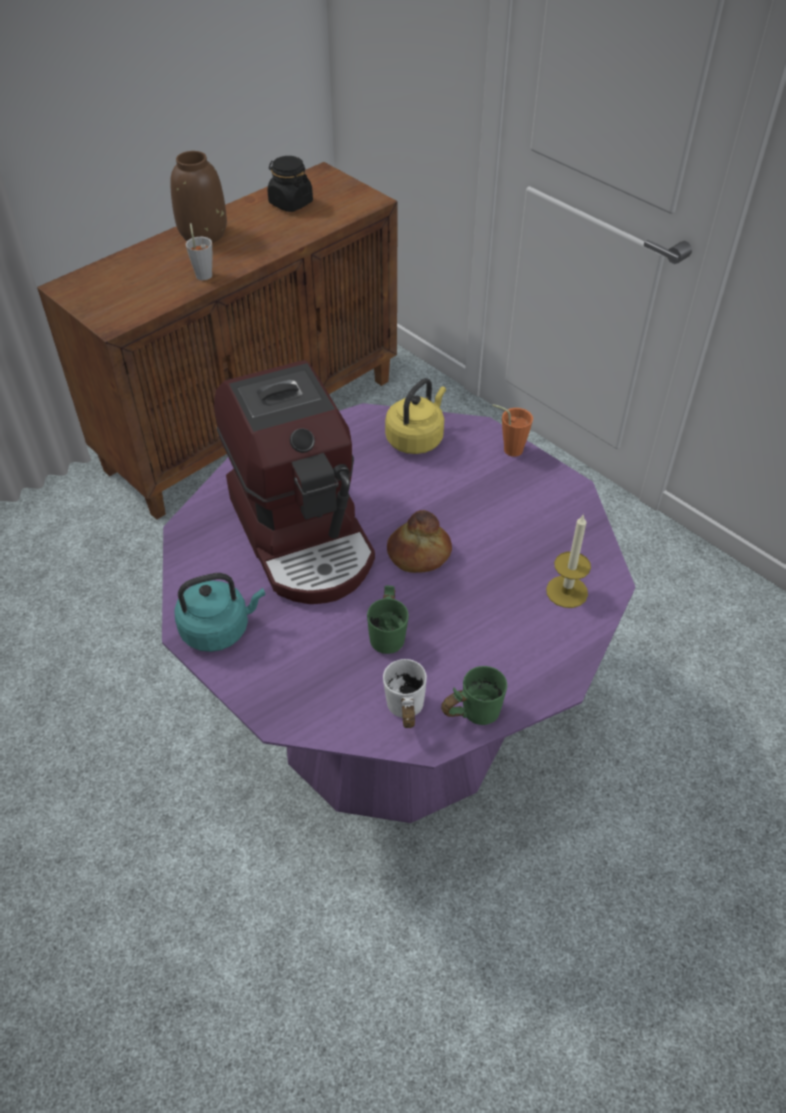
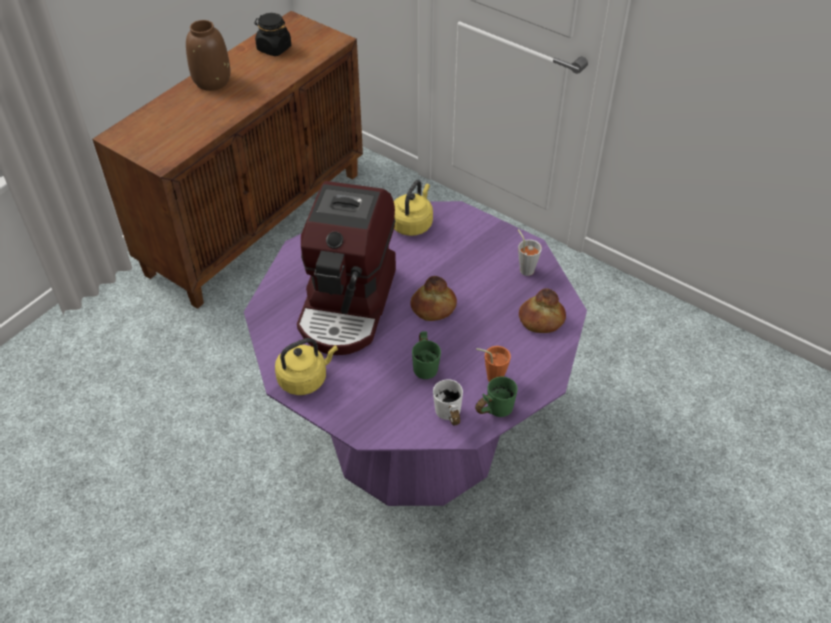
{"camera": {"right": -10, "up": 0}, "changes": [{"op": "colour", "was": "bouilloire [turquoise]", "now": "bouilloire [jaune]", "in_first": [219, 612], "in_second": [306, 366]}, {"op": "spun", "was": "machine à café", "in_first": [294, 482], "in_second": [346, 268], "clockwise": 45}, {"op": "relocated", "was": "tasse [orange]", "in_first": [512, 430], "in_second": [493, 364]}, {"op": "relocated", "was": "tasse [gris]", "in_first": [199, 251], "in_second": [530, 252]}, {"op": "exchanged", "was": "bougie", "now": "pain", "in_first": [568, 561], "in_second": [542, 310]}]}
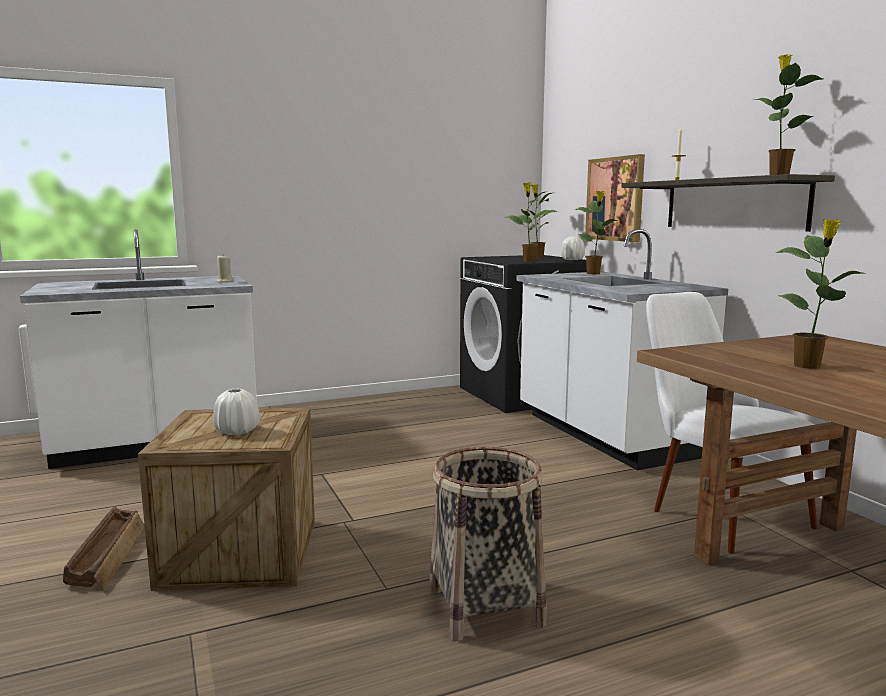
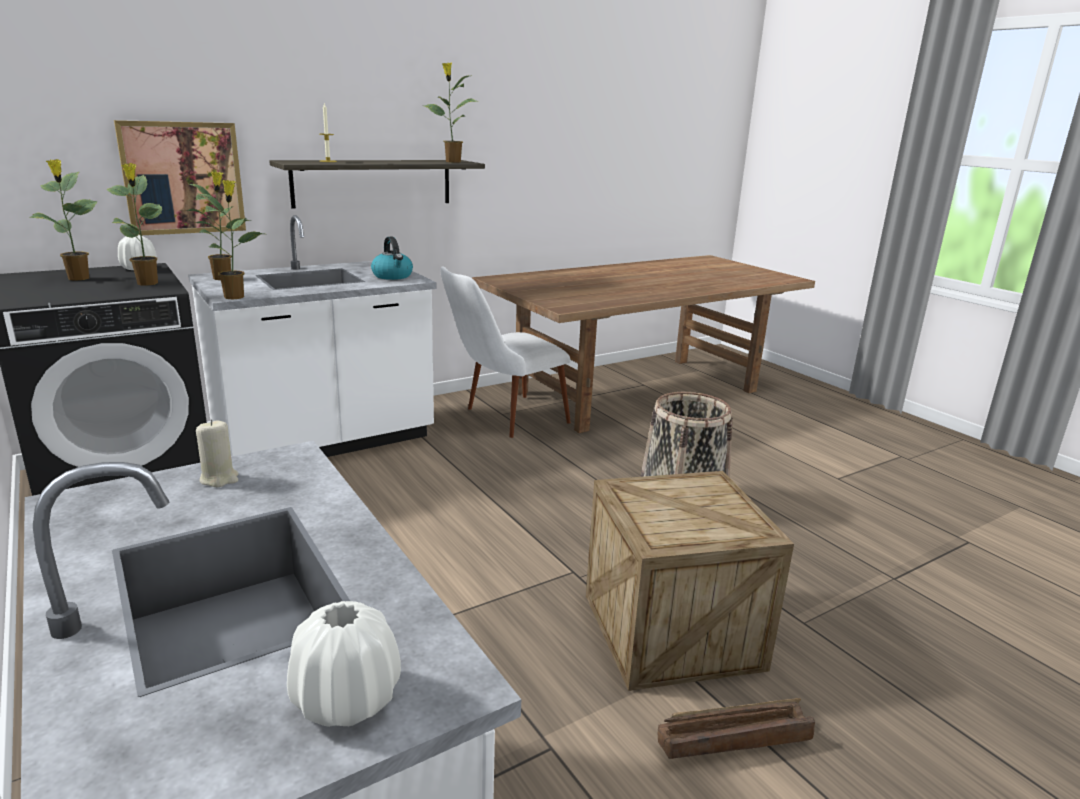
{"camera": {"right": -100, "up": 10}, "changes": [{"op": "relocated", "was": "plante en pot", "in_first": [818, 294], "in_second": [228, 239]}, {"op": "relocated", "was": "vase [blanc]", "in_first": [236, 412], "in_second": [344, 664]}, {"op": "appeared", "now": "bouilloire", "in_second": [392, 258]}]}
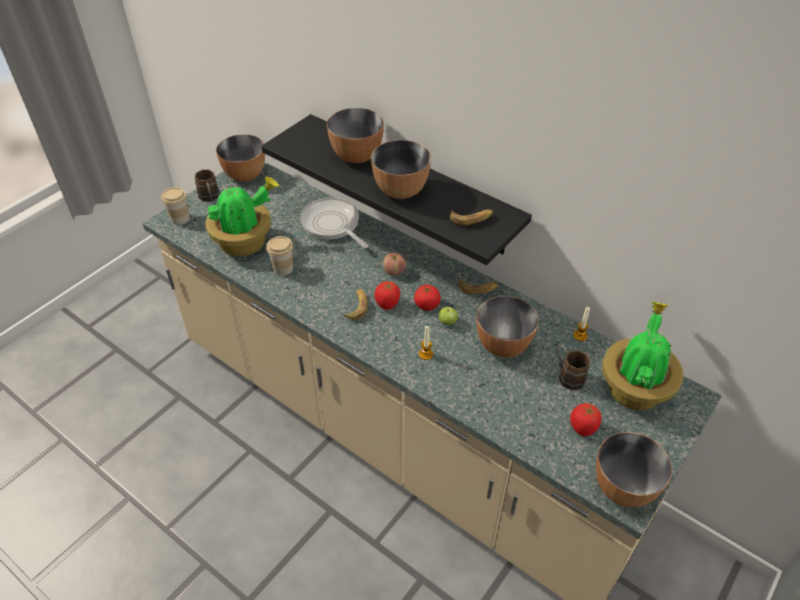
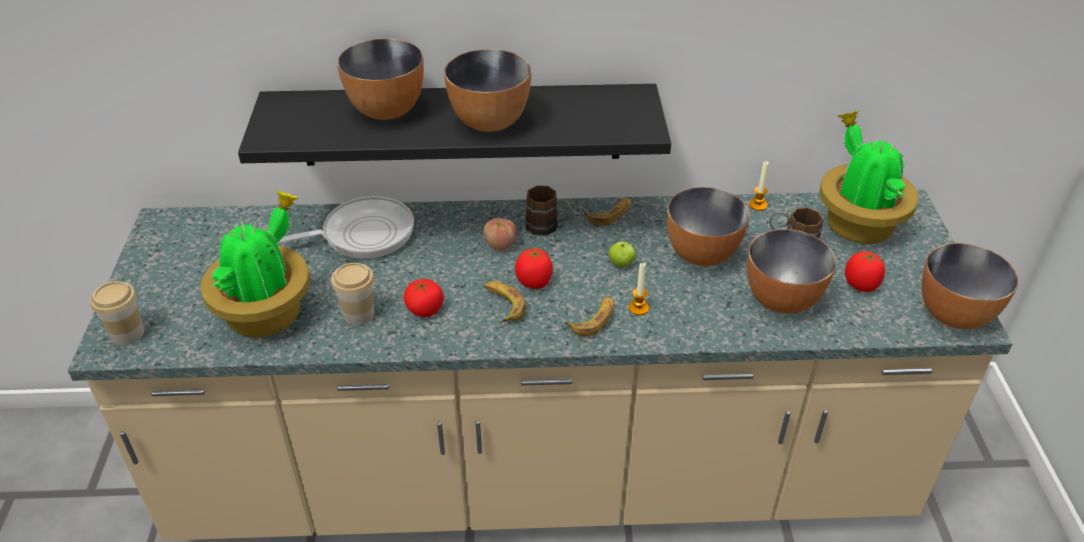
{"camera": {"right": -40, "up": -5}, "changes": [{"op": "spun", "was": "poêle", "in_first": [334, 223], "in_second": [345, 227], "clockwise": 150}, {"op": "relocated", "was": "tomate", "in_first": [427, 298], "in_second": [424, 298]}, {"op": "relocated", "was": "mug [marron]", "in_first": [207, 186], "in_second": [549, 210]}, {"op": "relocated", "was": "banane", "in_first": [471, 217], "in_second": [589, 316]}, {"op": "relocated", "was": "bol", "in_first": [240, 157], "in_second": [791, 271]}]}
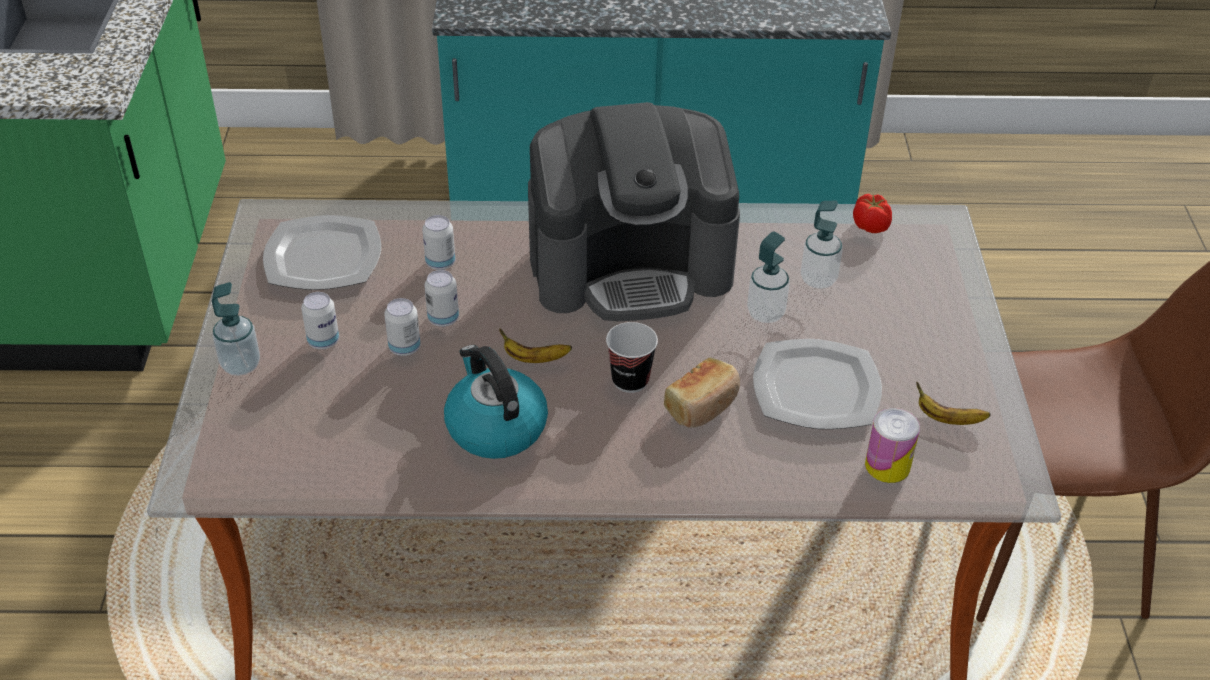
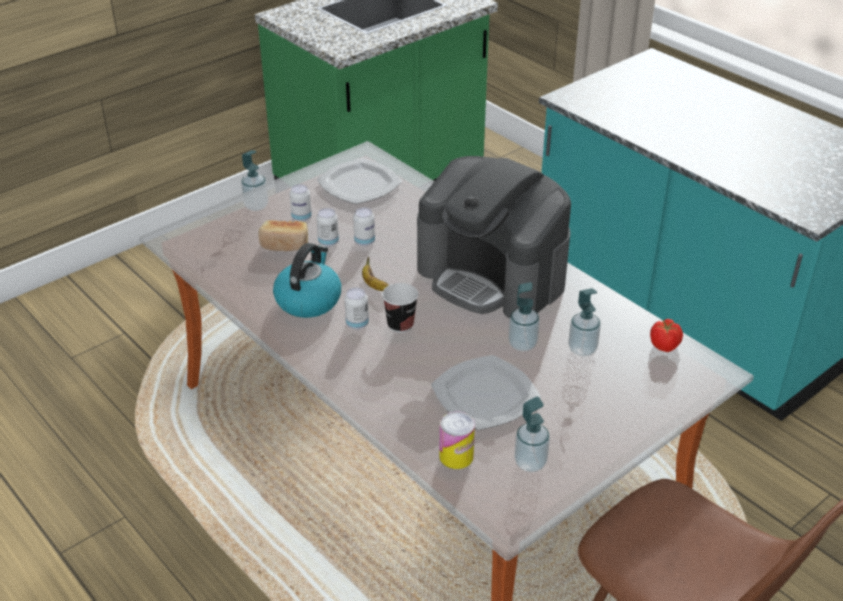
{"camera": {"right": 50, "up": -5}, "changes": [{"op": "relocated", "was": "pain", "in_first": [702, 393], "in_second": [283, 235]}, {"op": "relocated", "was": "boîte métallique", "in_first": [438, 242], "in_second": [356, 309]}, {"op": "exchanged", "was": "banane", "now": "distributeur de savon", "in_first": [953, 403], "in_second": [532, 434]}]}
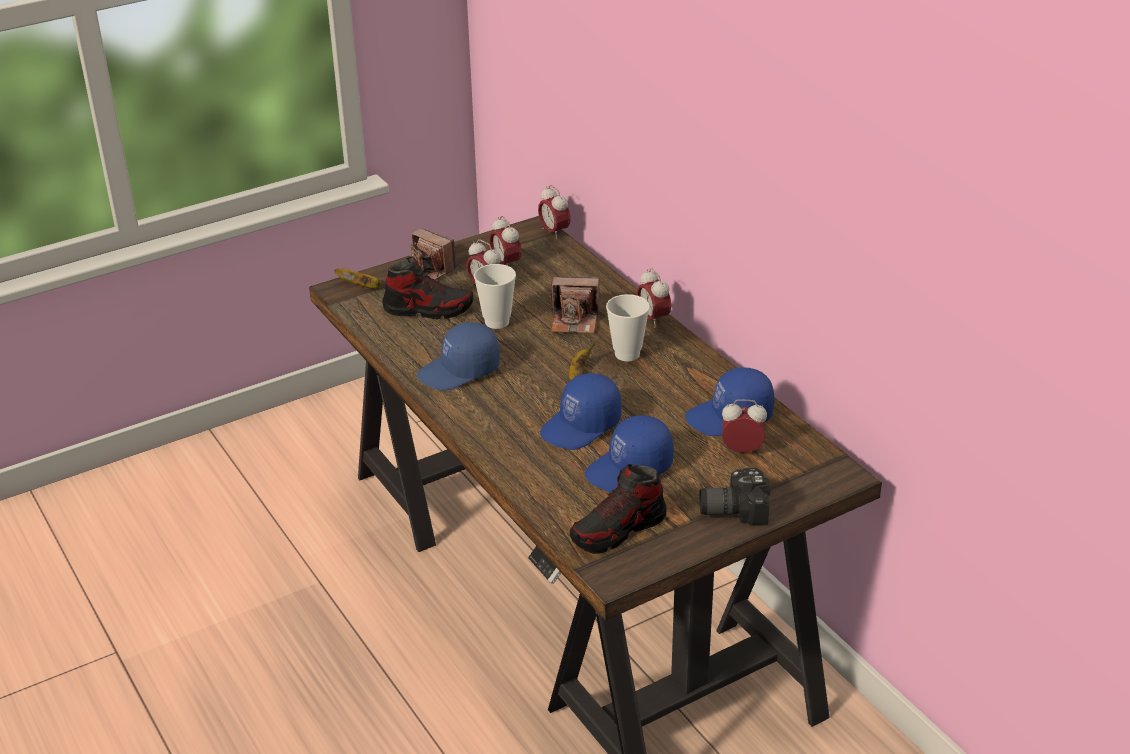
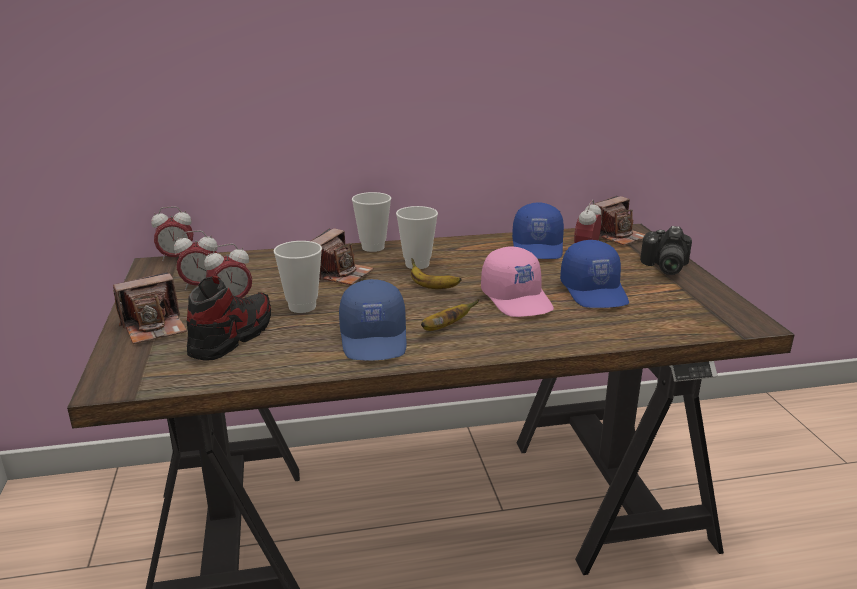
{"camera": {"right": -70, "up": -10}, "changes": [{"op": "exchanged", "was": "réveil", "now": "tasse", "in_first": [654, 298], "in_second": [371, 222]}, {"op": "relocated", "was": "banane", "in_first": [357, 278], "in_second": [450, 315]}, {"op": "colour", "was": "casquette [bleu]", "now": "casquette [rose]", "in_first": [580, 411], "in_second": [517, 281]}, {"op": "appeared", "now": "appareil photo", "in_second": [620, 220]}, {"op": "missing", "was": "chaussure", "in_first": [618, 509]}]}
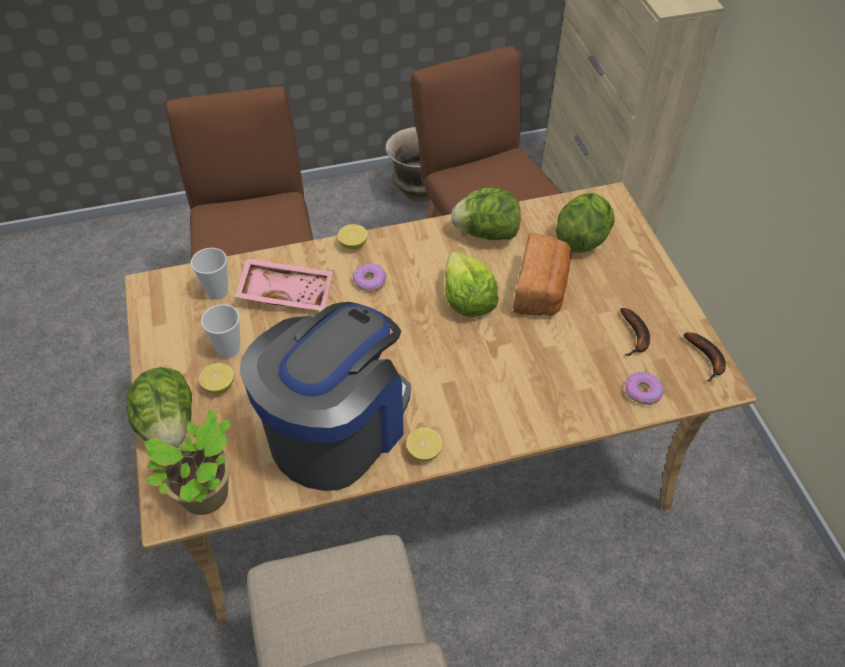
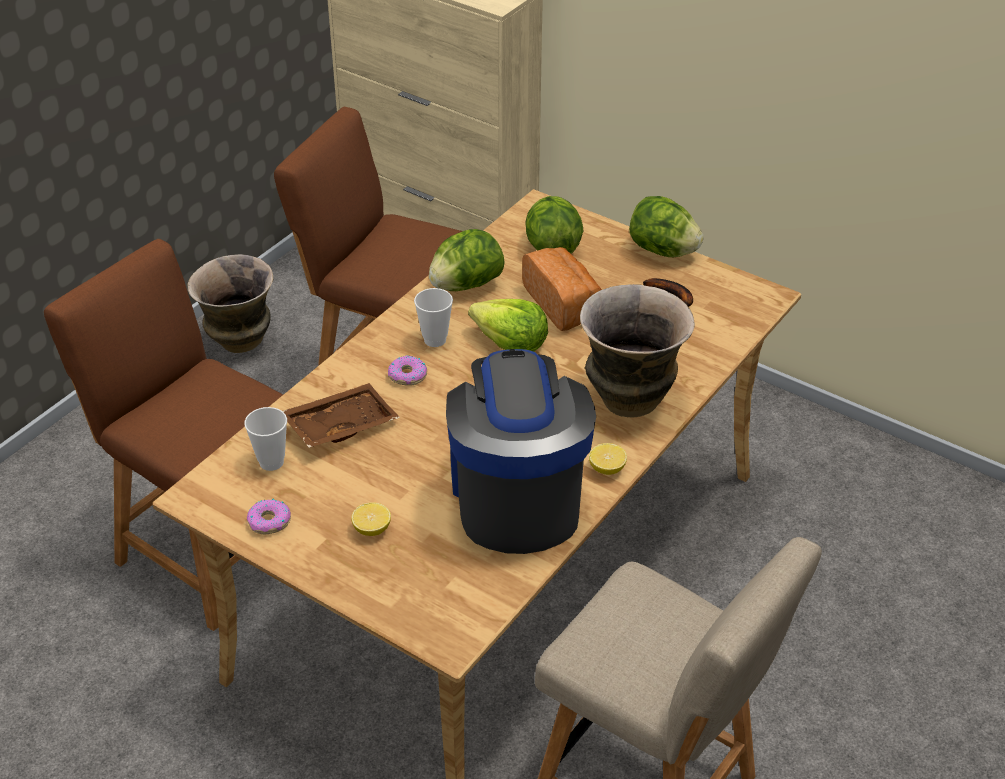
{"camera": {"right": -40, "up": -10}, "changes": [{"op": "relocated", "was": "beignet", "in_first": [644, 388], "in_second": [269, 516]}, {"op": "colour", "was": "plateau [rose]", "now": "plateau [marron]", "in_first": [284, 284], "in_second": [341, 415]}, {"op": "relocated", "was": "tasse", "in_first": [220, 331], "in_second": [433, 317]}, {"op": "appeared", "now": "vase", "in_second": [637, 351]}, {"op": "relocated", "was": "laitue", "in_first": [159, 407], "in_second": [666, 226]}, {"op": "missing", "was": "plante en pot", "in_first": [188, 462]}, {"op": "missing", "was": "citron", "in_first": [353, 236]}, {"op": "missing", "was": "banane", "in_first": [704, 357]}]}
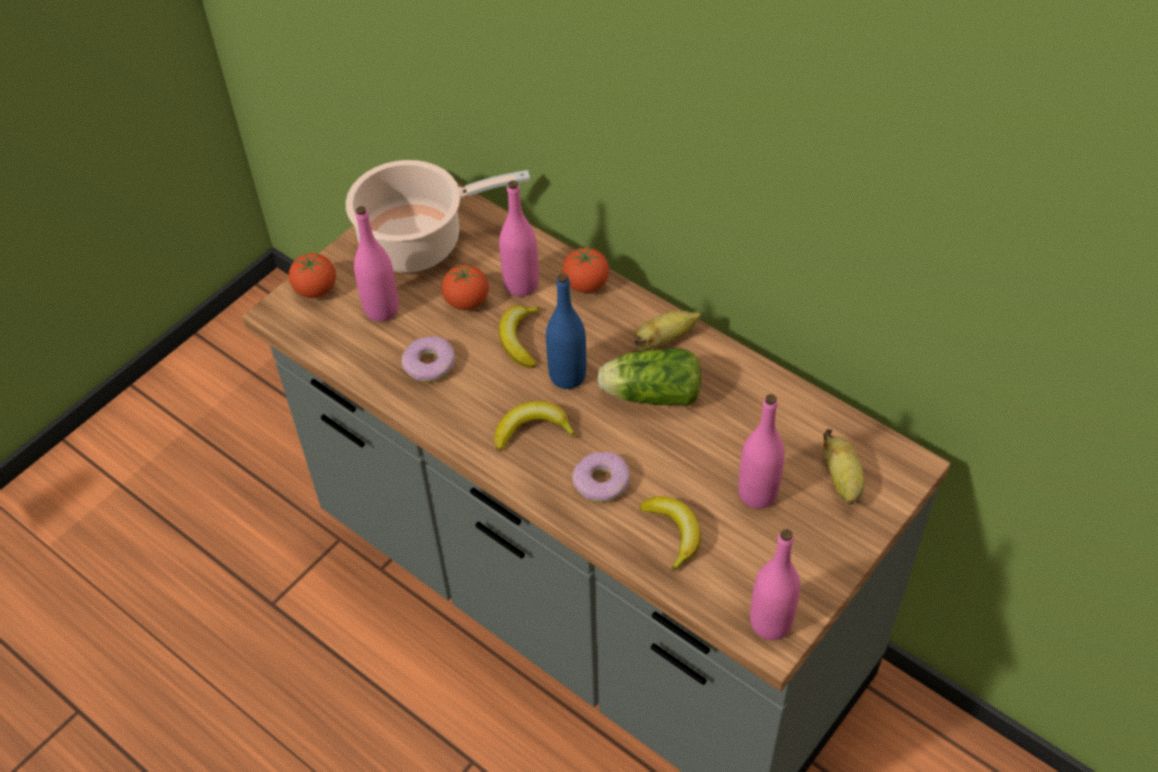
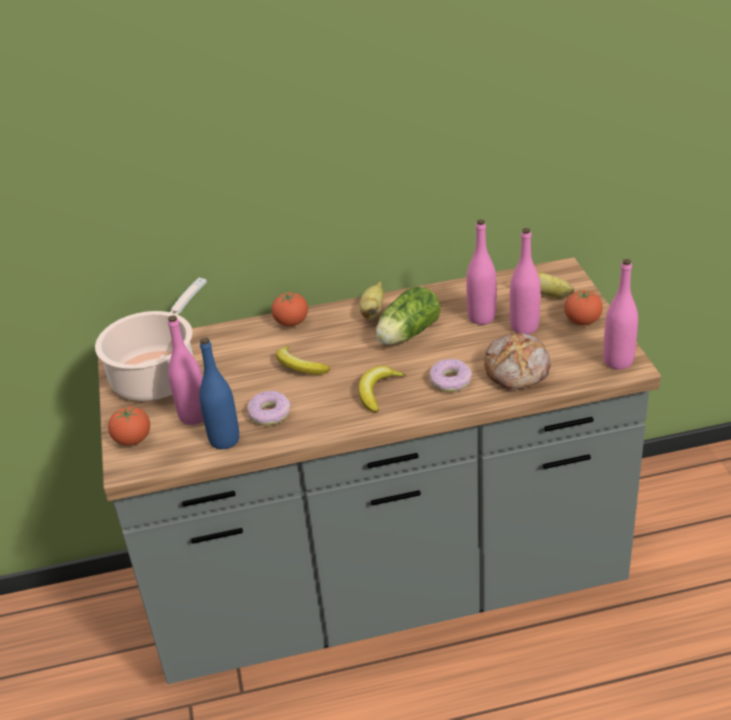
{"camera": {"right": -50, "up": -15}, "changes": [{"op": "relocated", "was": "bouteille [bleu]", "in_first": [566, 331], "in_second": [219, 393]}, {"op": "relocated", "was": "bouteille [rose]", "in_first": [519, 238], "in_second": [481, 272]}, {"op": "exchanged", "was": "banane", "now": "pain", "in_first": [670, 534], "in_second": [517, 360]}, {"op": "relocated", "was": "tomate", "in_first": [465, 287], "in_second": [583, 307]}]}
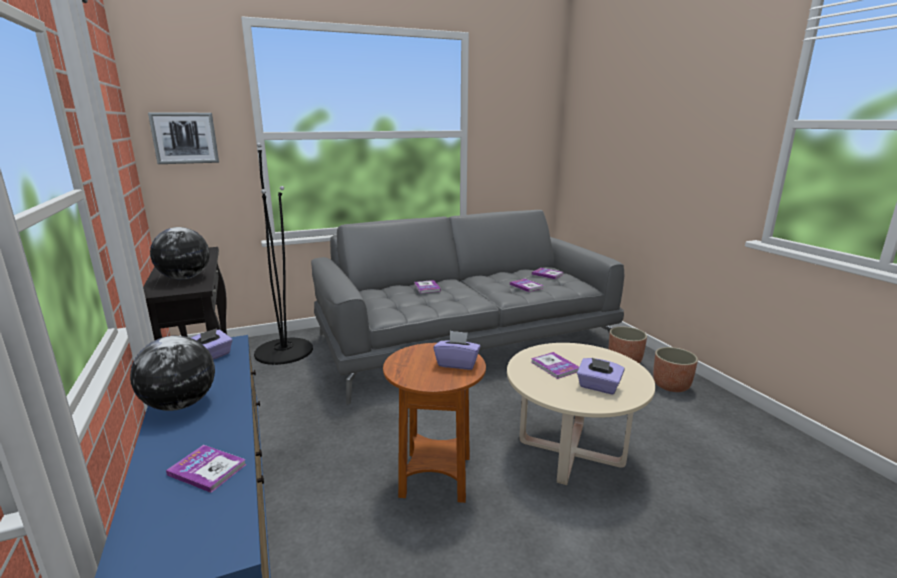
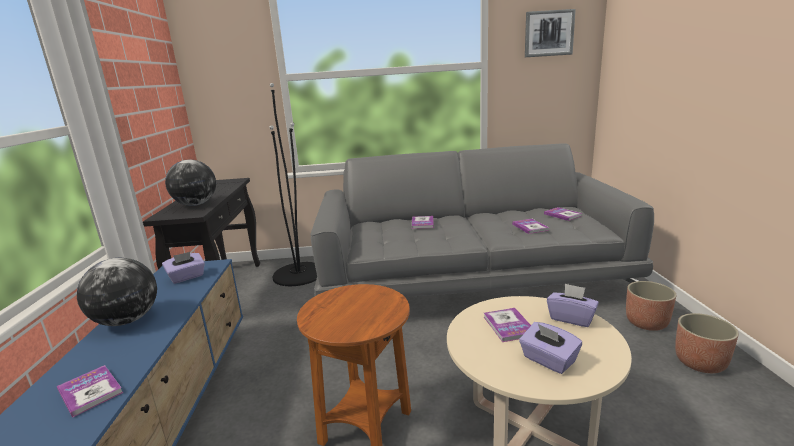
{"camera": {"right": 20, "up": 0}, "changes": [{"op": "relocated", "was": "tableau", "in_first": [183, 138], "in_second": [550, 33]}, {"op": "relocated", "was": "boîte à mouchoirs [violet]", "in_first": [457, 350], "in_second": [573, 305]}]}
